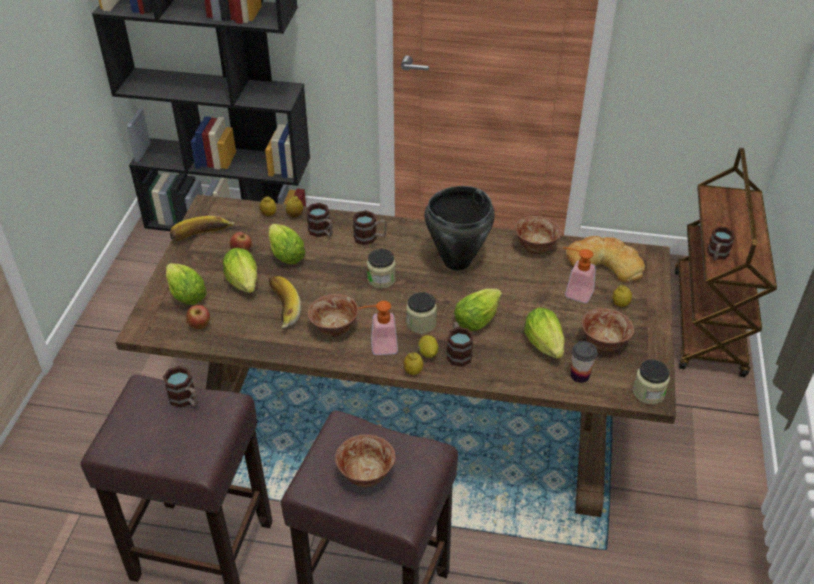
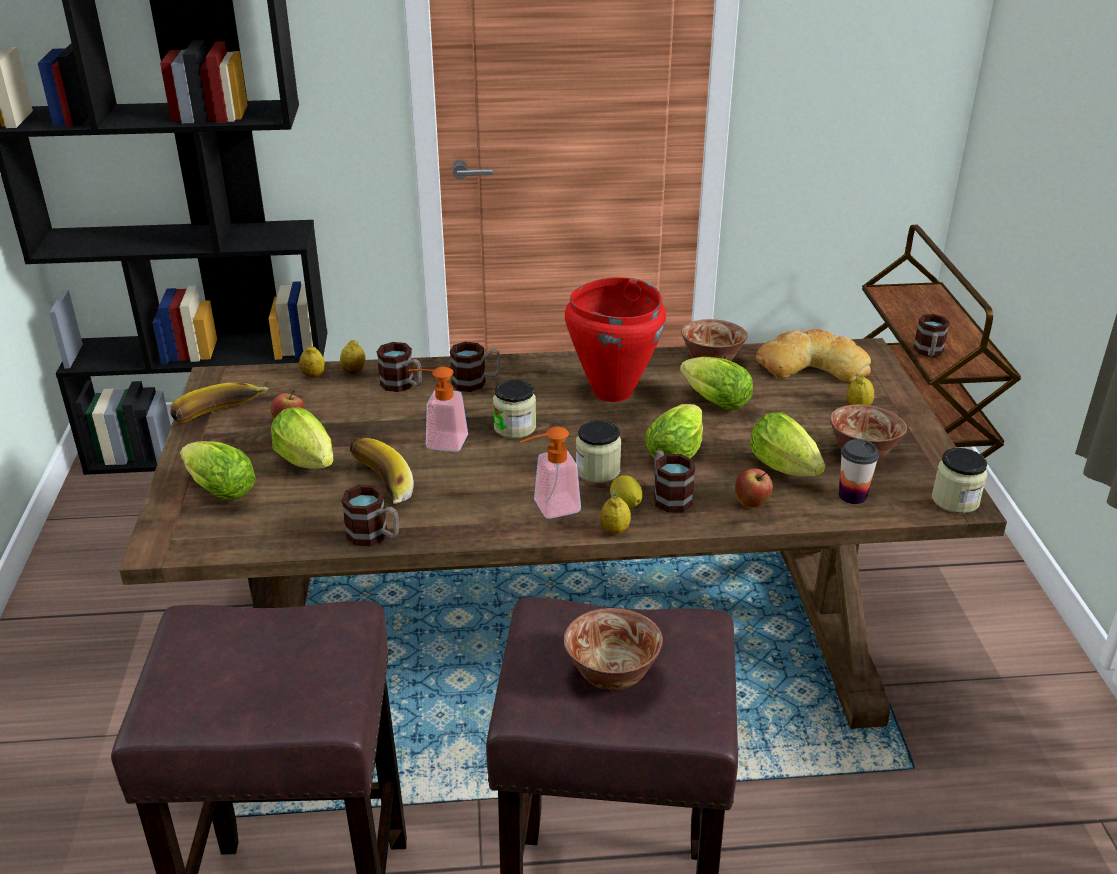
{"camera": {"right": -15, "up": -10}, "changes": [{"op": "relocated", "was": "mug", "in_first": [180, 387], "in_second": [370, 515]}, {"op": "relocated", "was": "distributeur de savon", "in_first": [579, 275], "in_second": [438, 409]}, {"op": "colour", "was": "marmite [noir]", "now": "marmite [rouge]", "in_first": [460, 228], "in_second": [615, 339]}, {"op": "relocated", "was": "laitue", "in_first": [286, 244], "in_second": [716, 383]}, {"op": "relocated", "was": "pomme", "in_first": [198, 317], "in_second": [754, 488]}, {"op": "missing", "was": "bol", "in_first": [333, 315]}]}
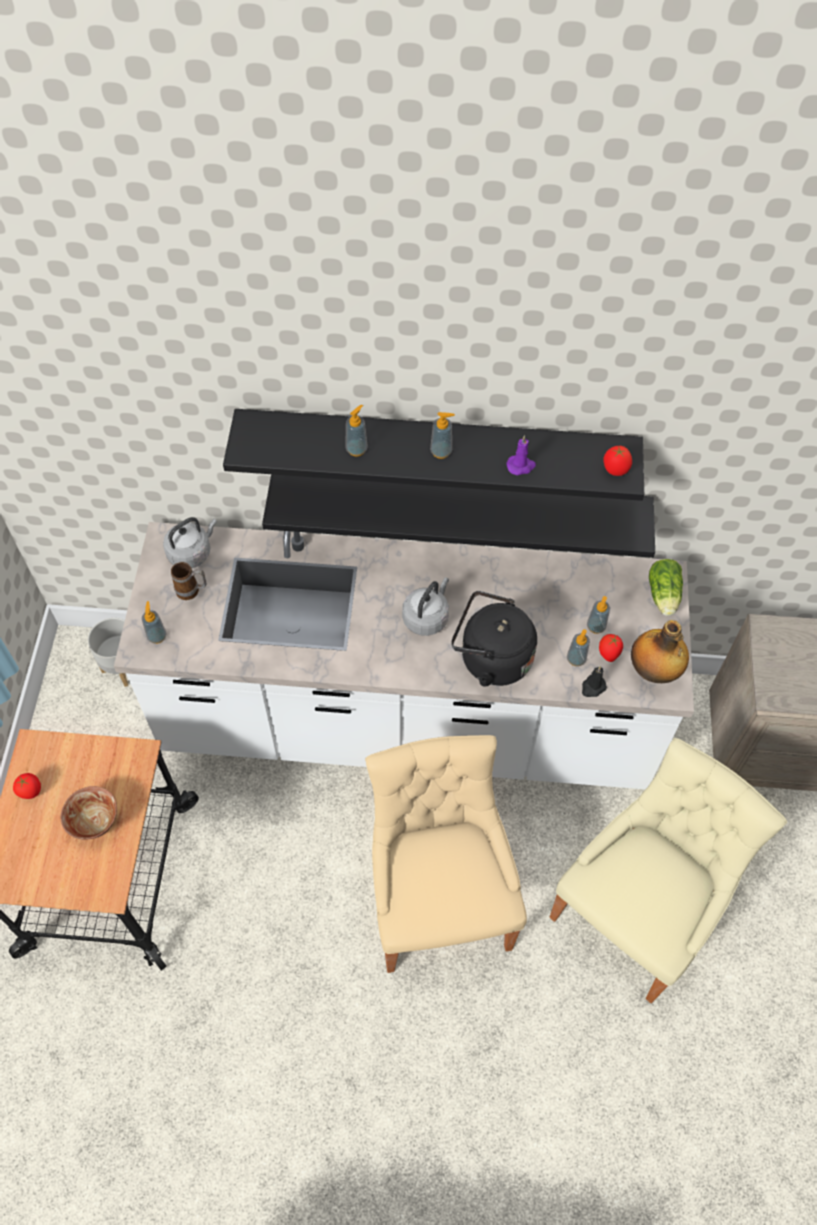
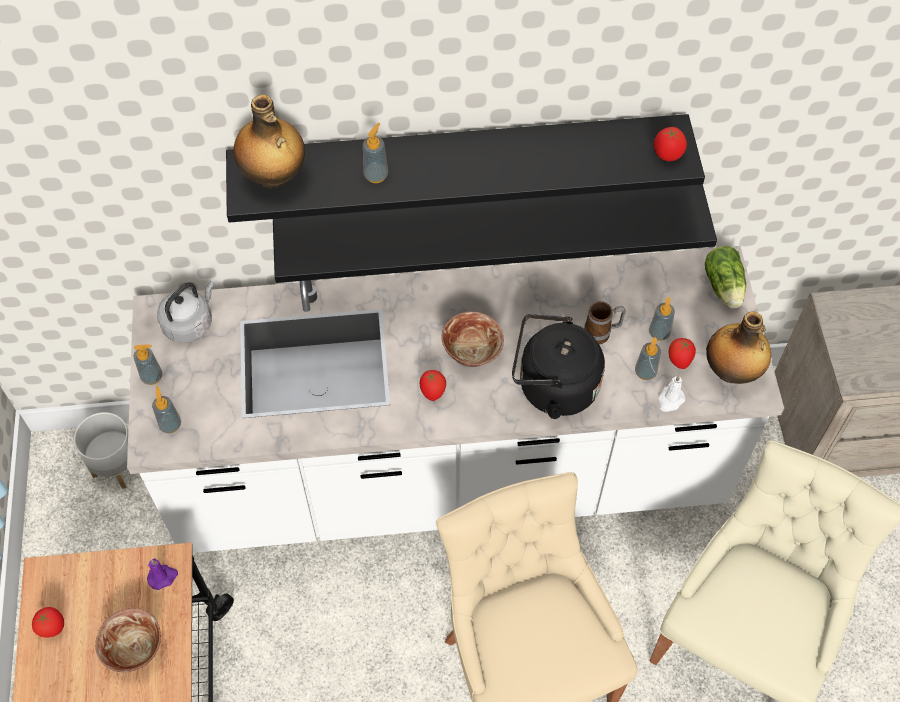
{"camera": {"right": -10, "up": 0}, "changes": [{"op": "relocated", "was": "distributeur de savon", "in_first": [442, 435], "in_second": [148, 365]}, {"op": "relocated", "was": "bougie [violet]", "in_first": [521, 455], "in_second": [162, 574]}, {"op": "appeared", "now": "bouteille", "in_second": [269, 141]}, {"op": "appeared", "now": "tomate", "in_second": [433, 385]}, {"op": "exchanged", "was": "bouilloire [gris]", "now": "bol", "in_first": [425, 607], "in_second": [472, 339]}, {"op": "relocated", "was": "mug", "in_first": [188, 581], "in_second": [605, 322]}, {"op": "colour", "was": "bougie [noir]", "now": "bougie [blanc]", "in_first": [594, 681], "in_second": [672, 393]}]}
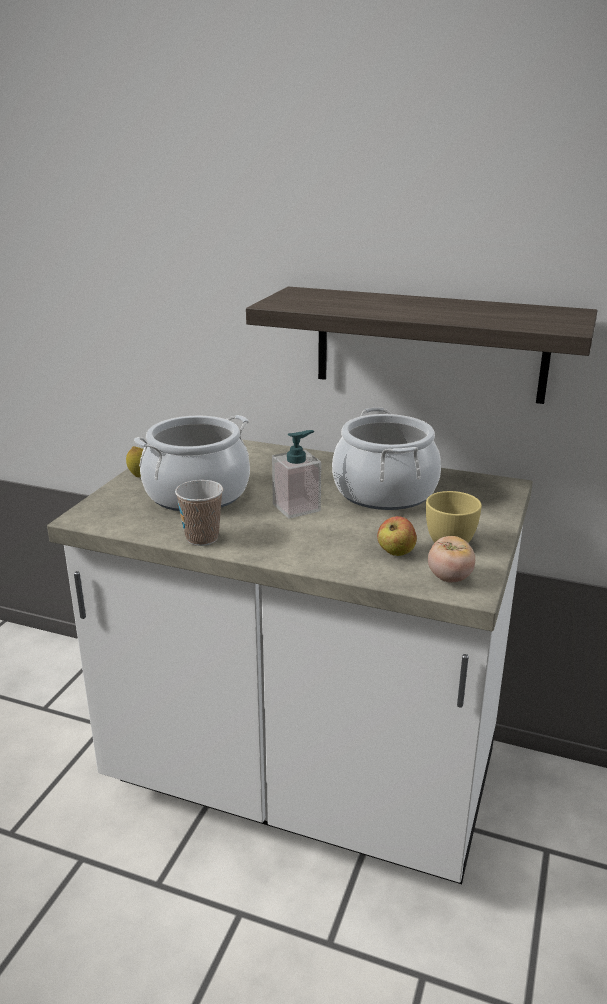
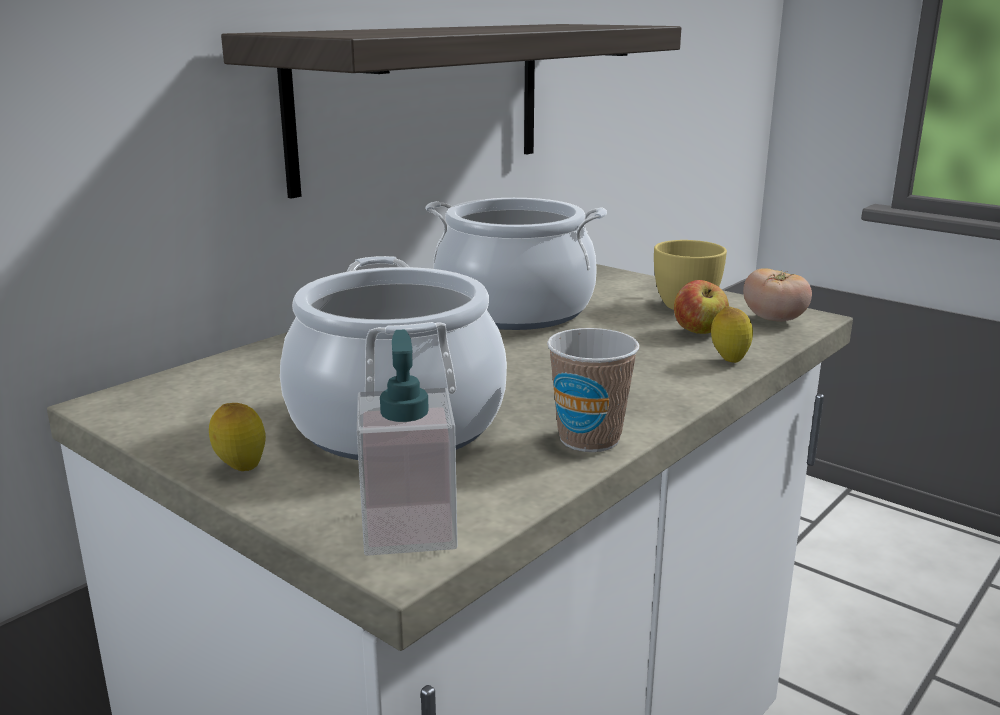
{"camera": {"right": -70, "up": -5}, "changes": [{"op": "relocated", "was": "distributeur de savon", "in_first": [296, 474], "in_second": [407, 443]}, {"op": "appeared", "now": "citron", "in_second": [732, 334]}]}
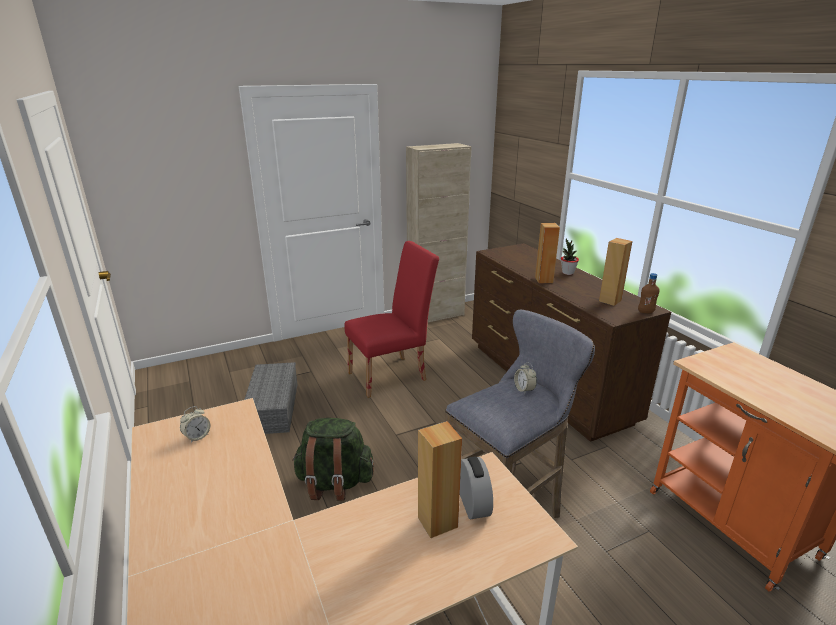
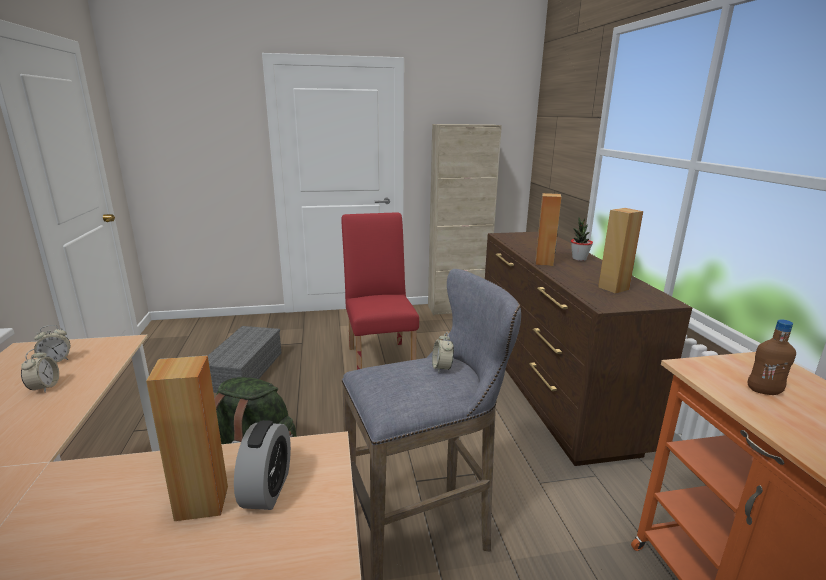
{"camera": {"right": 15, "up": -5}, "changes": [{"op": "appeared", "now": "réveil", "in_second": [40, 370]}, {"op": "spun", "was": "chaise [rouge]", "in_first": [391, 319], "in_second": [380, 291], "clockwise": -90}, {"op": "relocated", "was": "bouteille [marron]", "in_first": [649, 293], "in_second": [772, 357]}]}
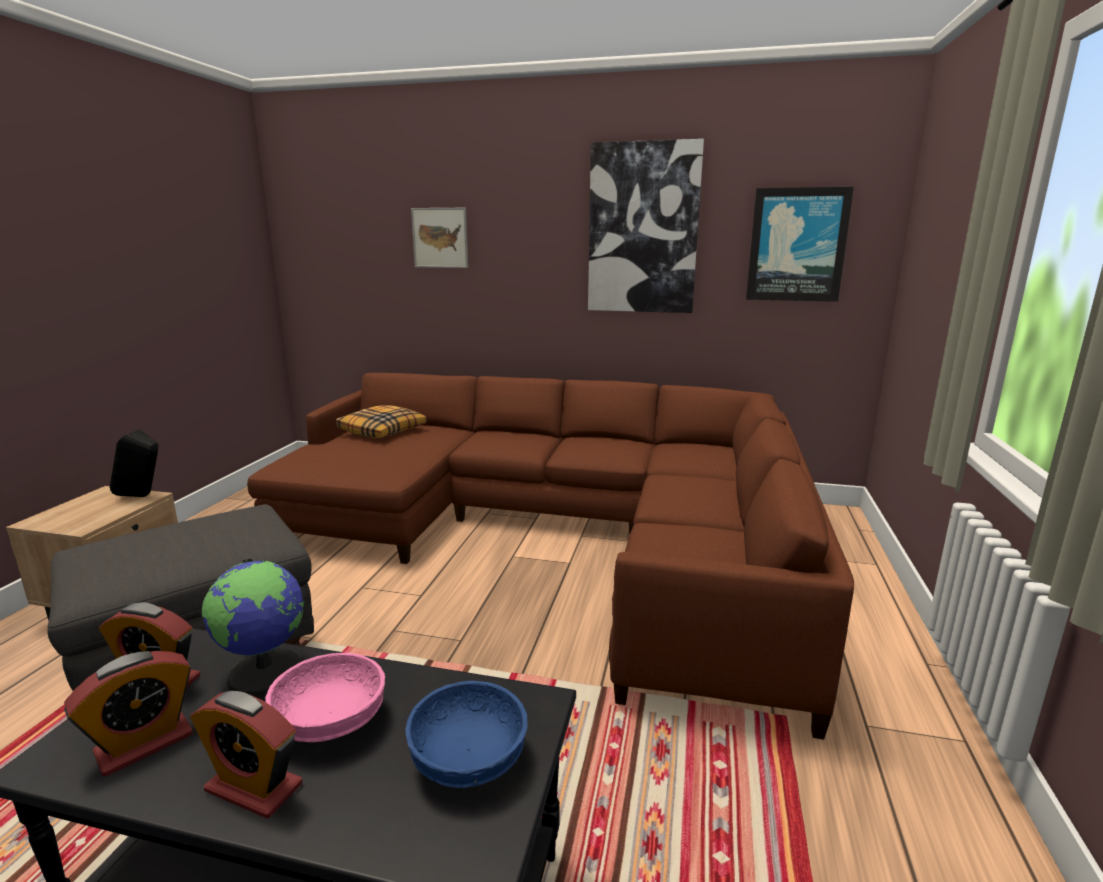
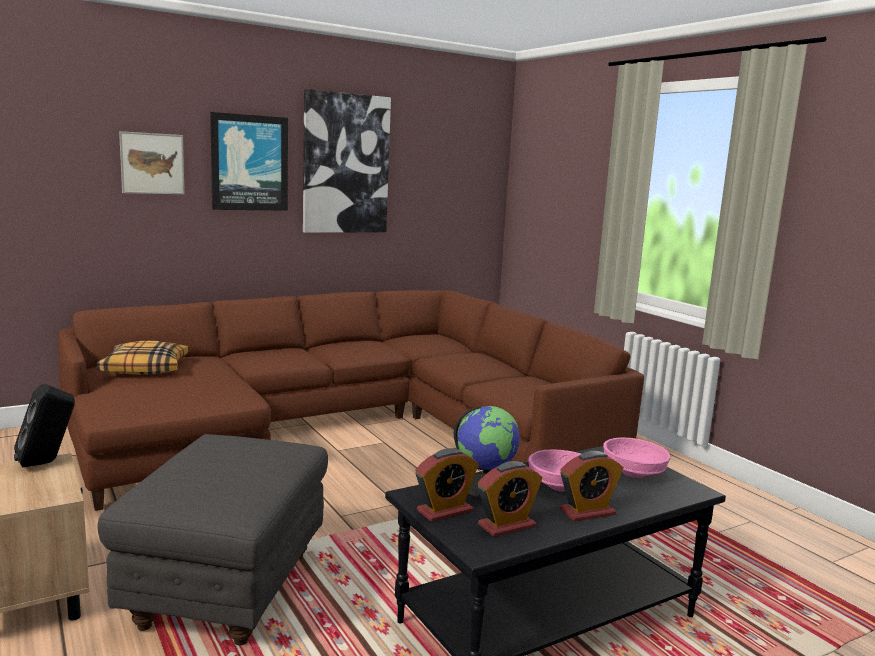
{"camera": {"right": -45, "up": -5}, "changes": [{"op": "relocated", "was": "tableau", "in_first": [800, 244], "in_second": [249, 161]}, {"op": "spun", "was": "réveil", "in_first": [128, 714], "in_second": [510, 499], "clockwise": 60}, {"op": "colour", "was": "bol [bleu]", "now": "bol [rose]", "in_first": [467, 734], "in_second": [637, 458]}]}
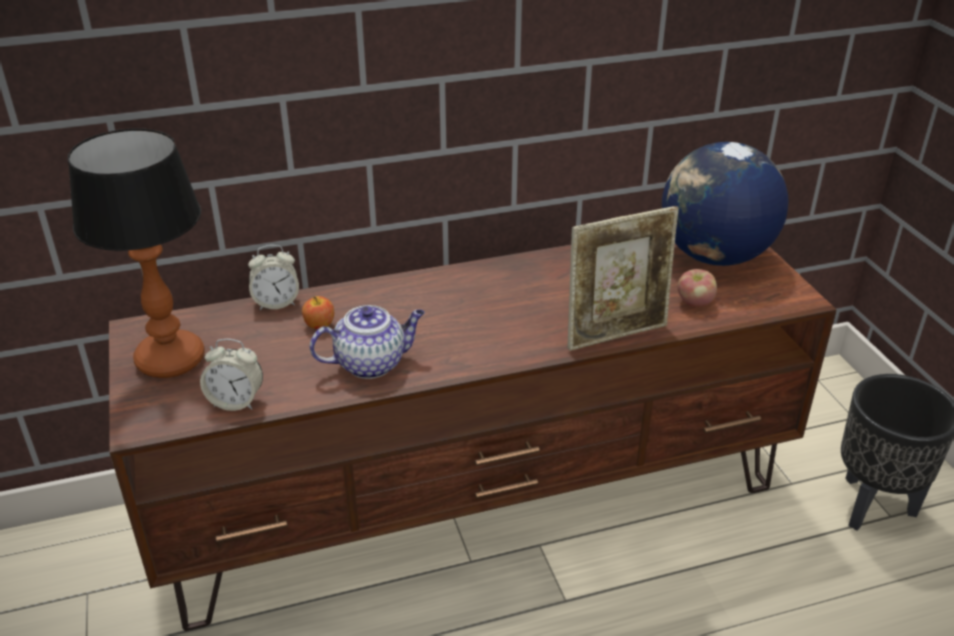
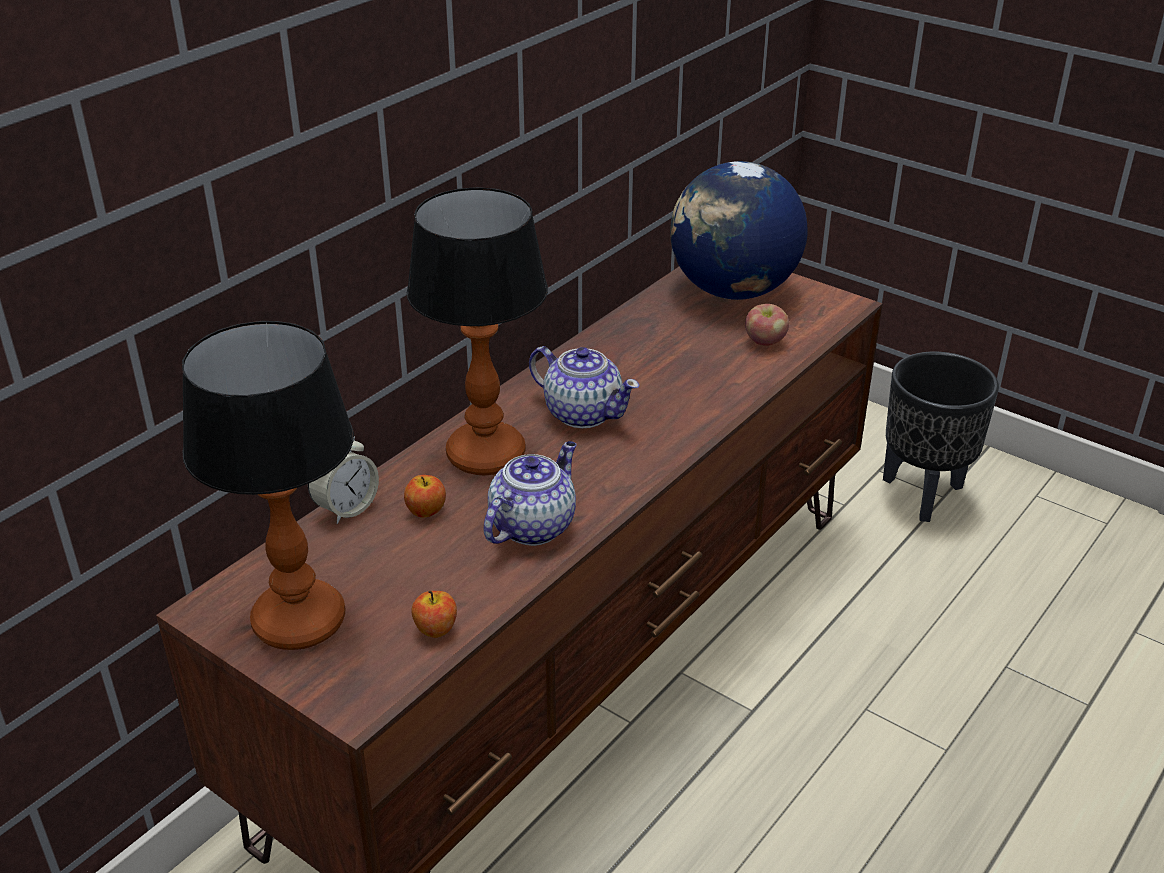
{"camera": {"right": -35, "up": 0}, "changes": [{"op": "appeared", "now": "lampe de table", "in_second": [477, 331]}, {"op": "exchanged", "was": "réveil", "now": "pomme", "in_first": [231, 375], "in_second": [434, 614]}, {"op": "appeared", "now": "théière", "in_second": [584, 387]}, {"op": "missing", "was": "cadre photo", "in_first": [623, 278]}]}
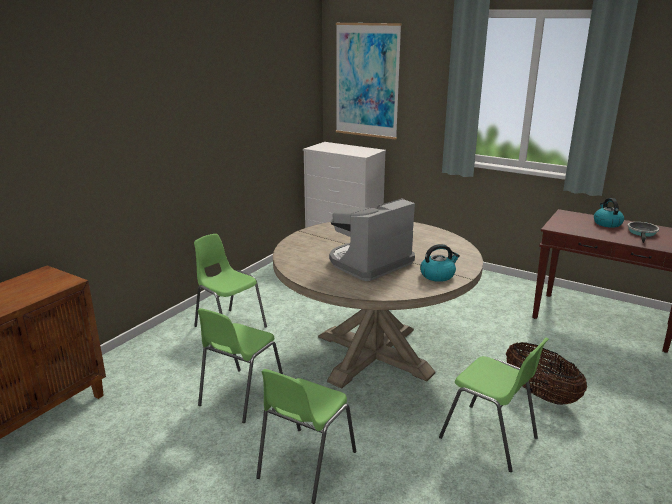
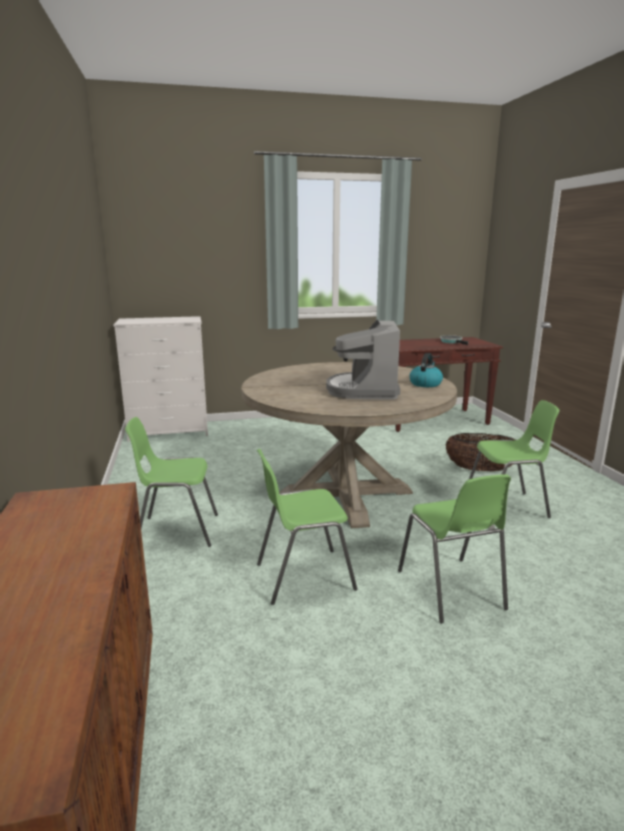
{"camera": {"right": -45, "up": -5}, "changes": [{"op": "spun", "was": "chaise [vert]", "in_first": [240, 365], "in_second": [307, 527], "clockwise": 90}, {"op": "missing", "was": "tableau", "in_first": [369, 81]}, {"op": "missing", "was": "bouilloire", "in_first": [609, 213]}]}
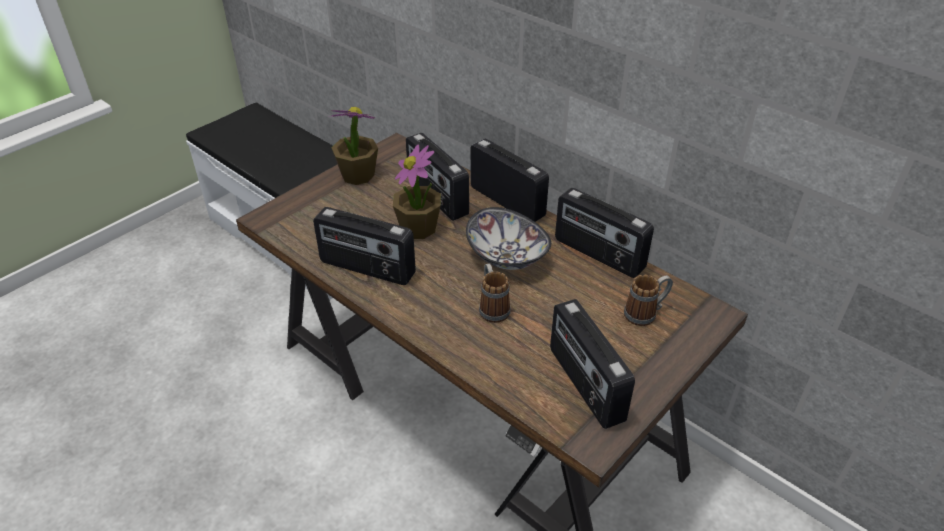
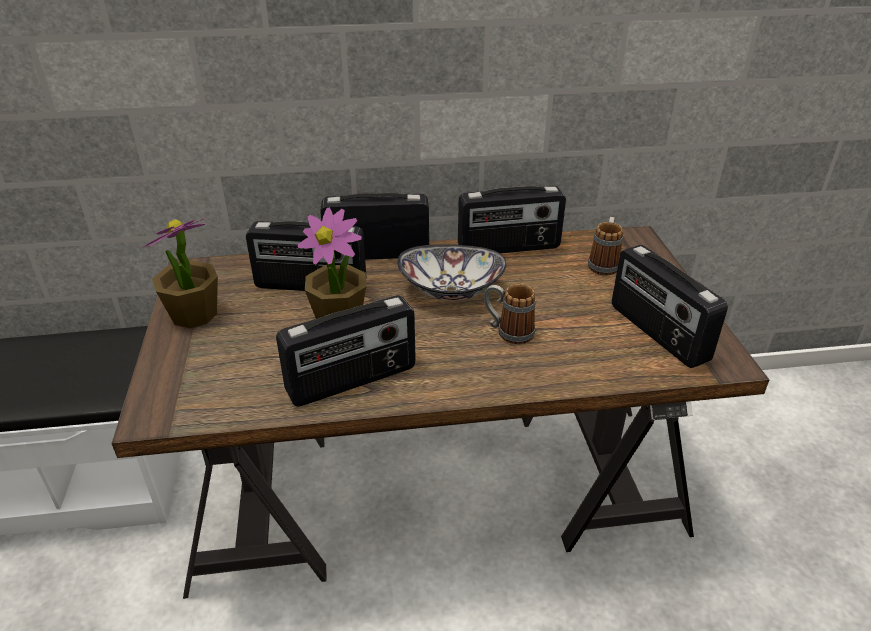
{"camera": {"right": -50, "up": -5}, "changes": [{"op": "spun", "was": "radio", "in_first": [592, 364], "in_second": [670, 306], "clockwise": 45}]}
